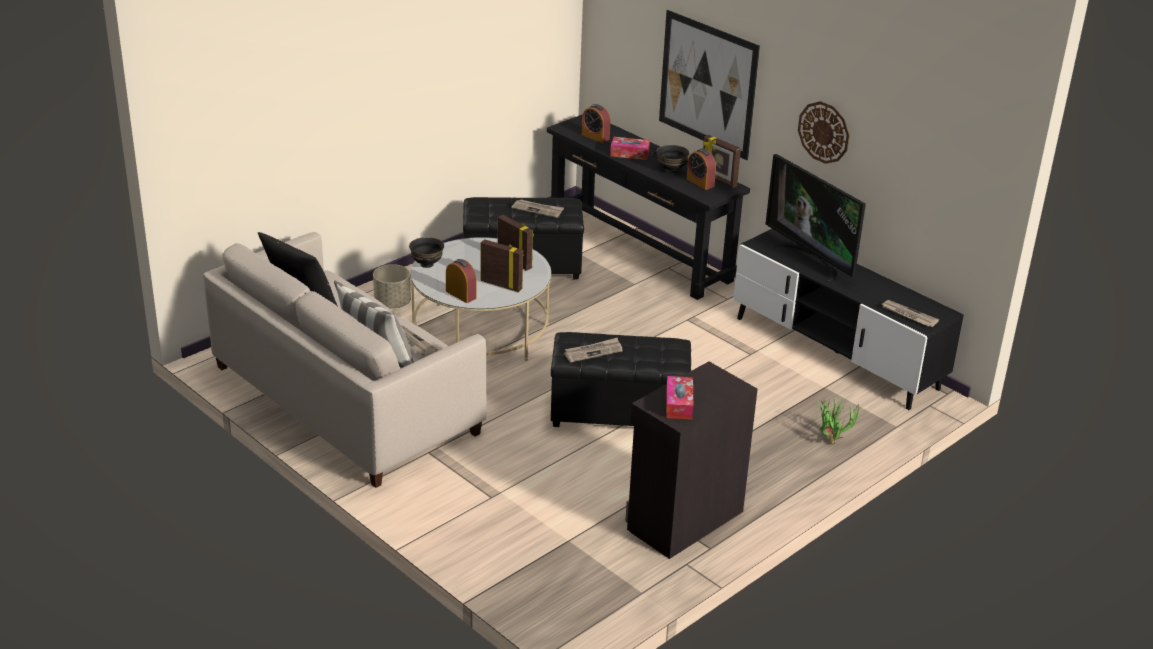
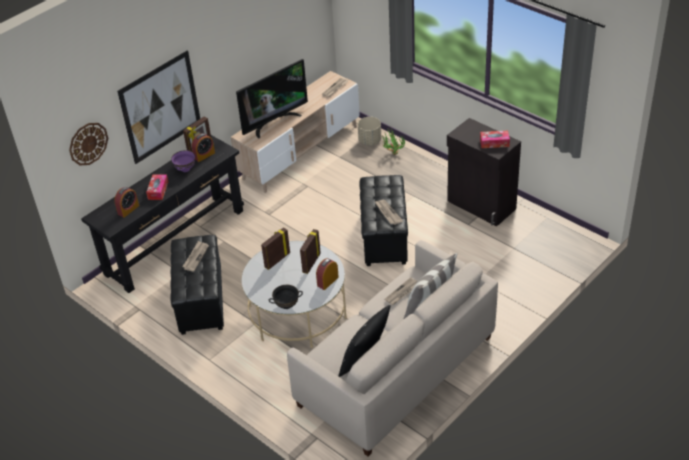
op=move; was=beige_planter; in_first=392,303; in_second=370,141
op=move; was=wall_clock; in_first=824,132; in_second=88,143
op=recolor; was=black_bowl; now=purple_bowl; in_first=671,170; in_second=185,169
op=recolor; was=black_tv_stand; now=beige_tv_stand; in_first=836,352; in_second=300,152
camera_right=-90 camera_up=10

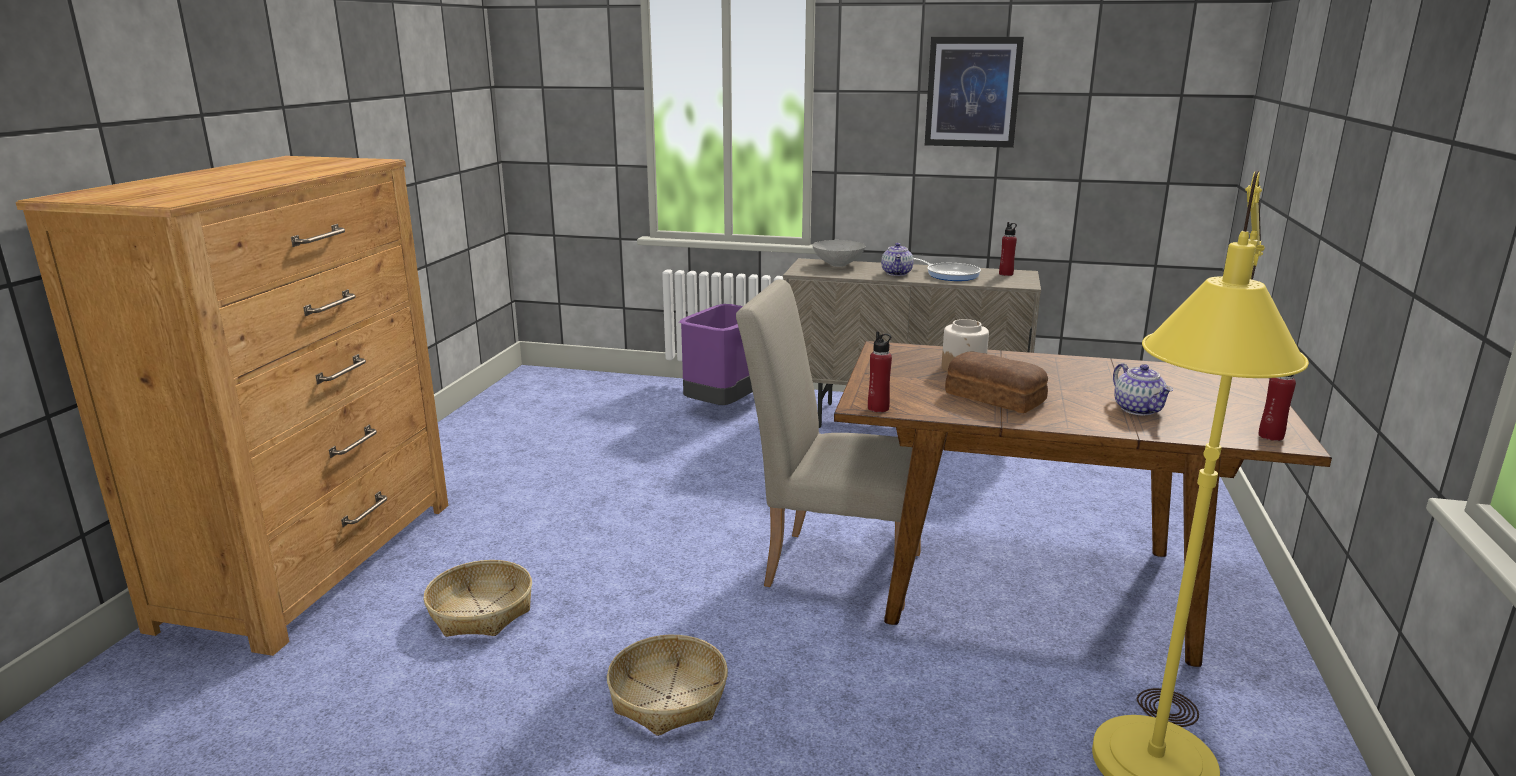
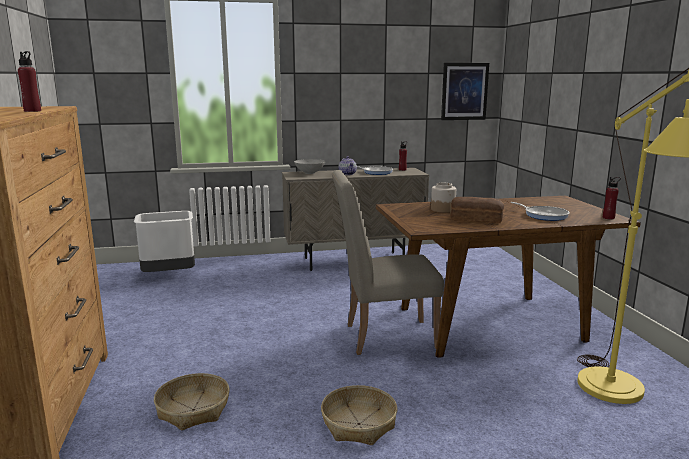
op=delete; was=purple_trash_can; in_first=724,406
op=insert; now=white_trash_can; in_second=168,276
op=move; was=red_bottle; in_first=878,408; in_second=32,111
op=move; was=picture; in_first=972,92; in_second=464,91
op=replace; was=teapot; now=frying_pan; in_first=1139,409; in_second=544,215
camera_right=-25 camera_up=-5

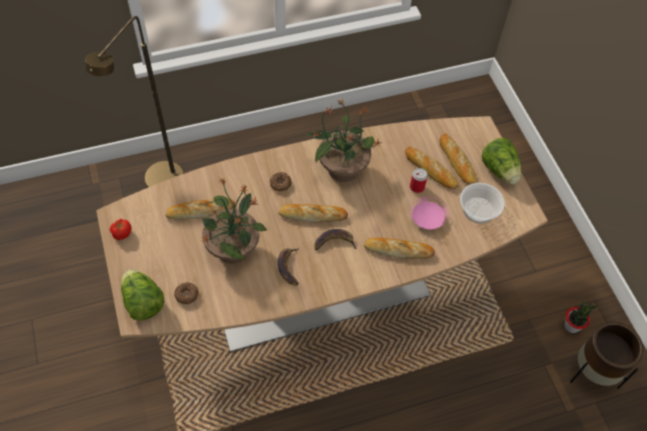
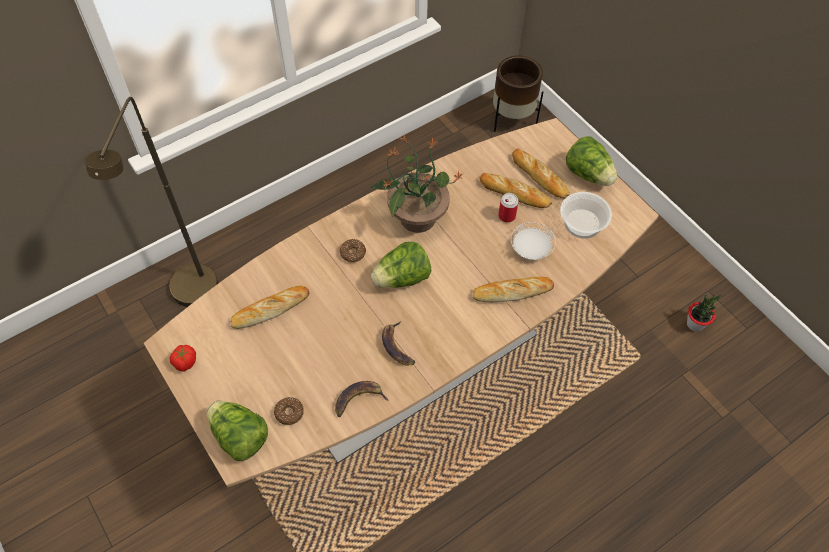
op=delete; was=potted_plant; in_first=233,248
op=move; was=banana; in_first=334,242; in_second=359,399
op=move; was=brown_planter; in_first=593,372; in_second=512,119
op=replace; was=bread; now=lettuce; in_first=312,215; in_second=402,278
op=recolor; was=pink_plate; now=white_plate; in_first=427,219; in_second=531,248
camera_right=-15 camera_up=0

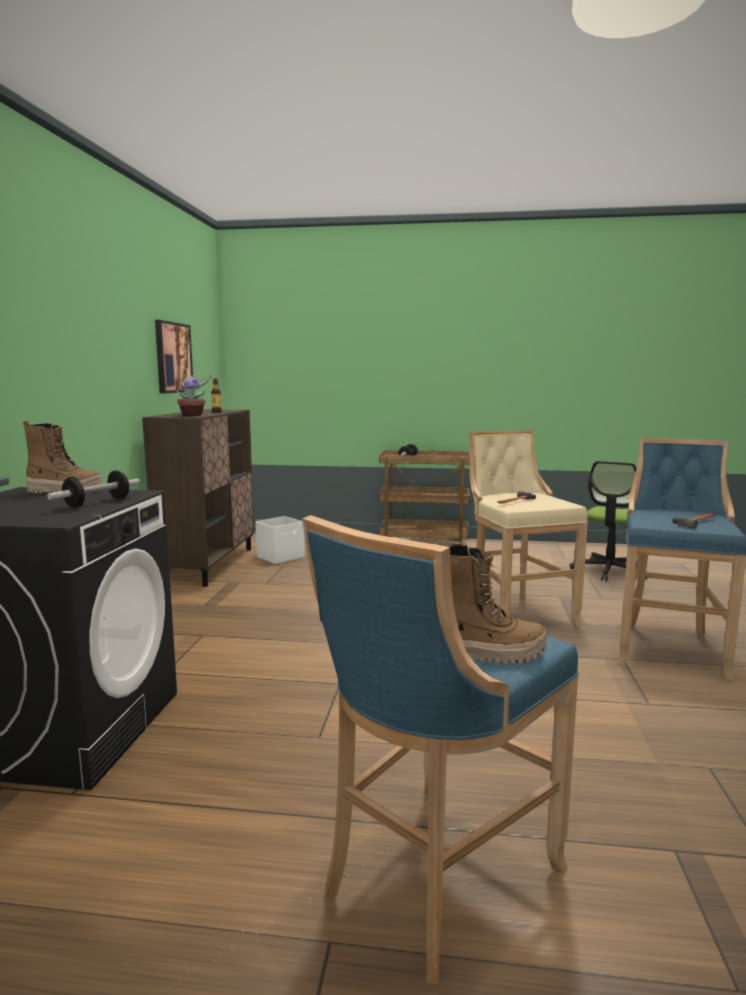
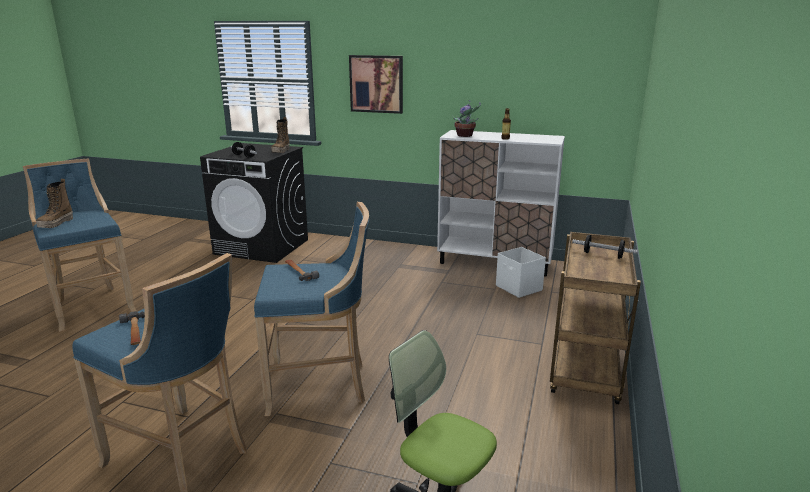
op=move; was=picture; in_first=173,357; in_second=376,84
op=recolor; was=brown_cabinet; now=white_cabinet; in_first=209,565; in_second=495,262
op=recolor; was=beige_stool; now=blue_stool; in_first=516,613; in_second=320,386
camera_right=100 camera_up=10

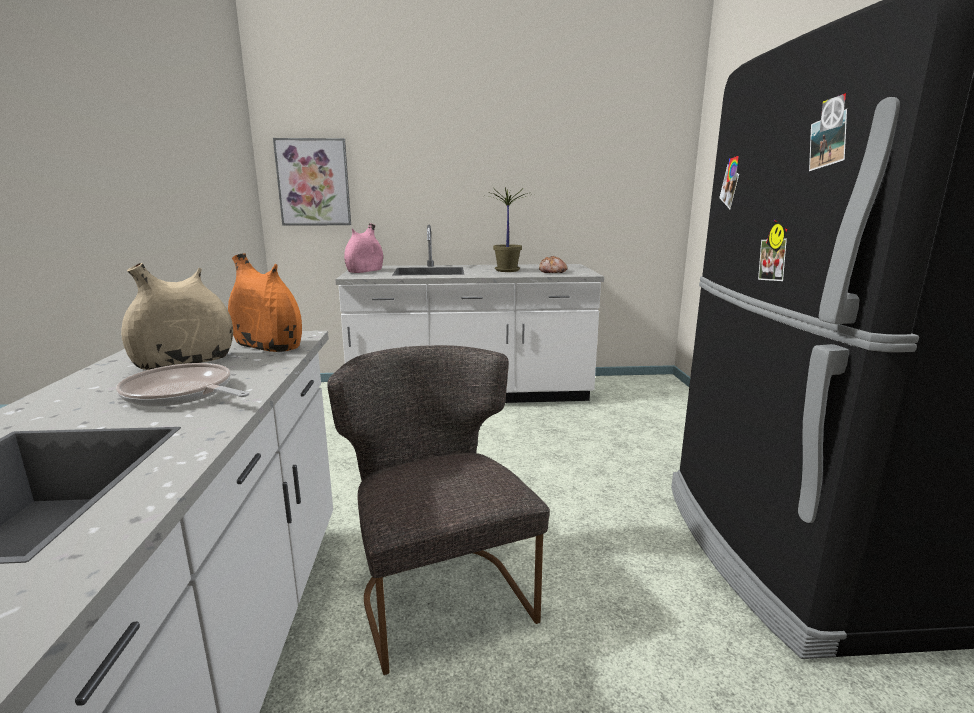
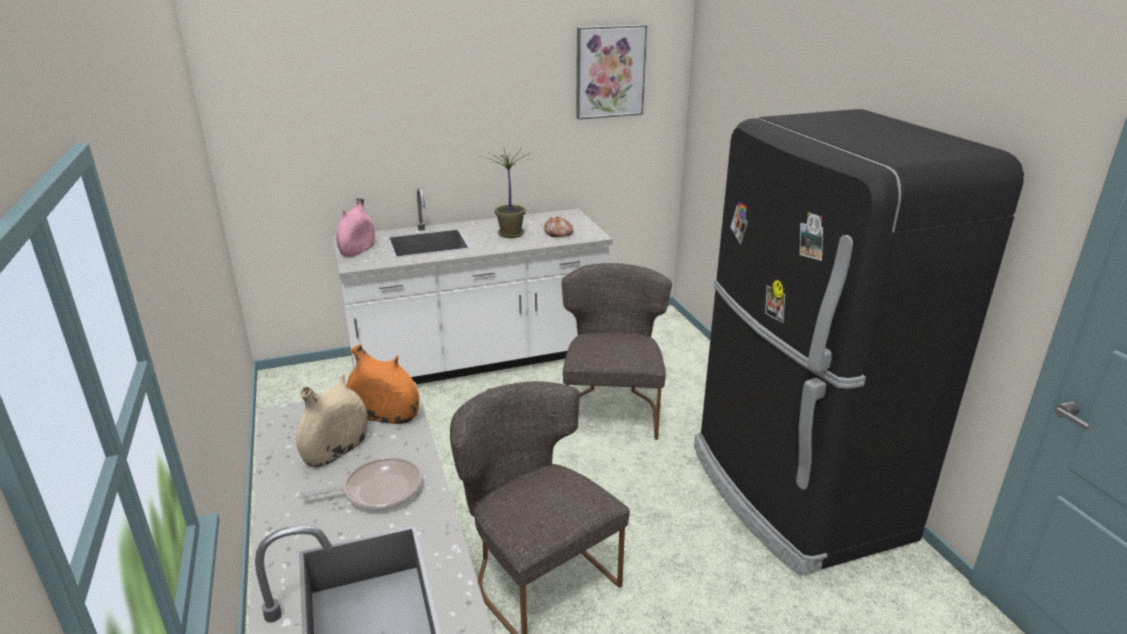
op=insert; now=grey_chair; in_second=612,410
op=move; was=picture; in_first=313,182; in_second=610,72
op=rotate; was=frying_pan; in_first=182,394; in_second=378,490; clockwise=150
camera_right=-15 camera_up=10

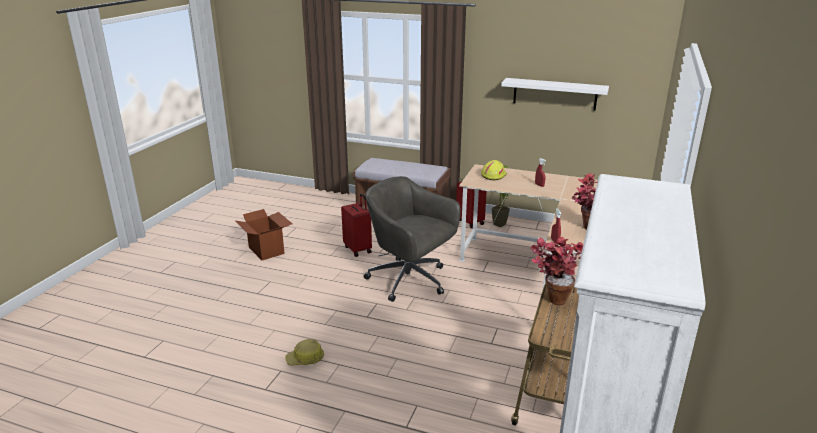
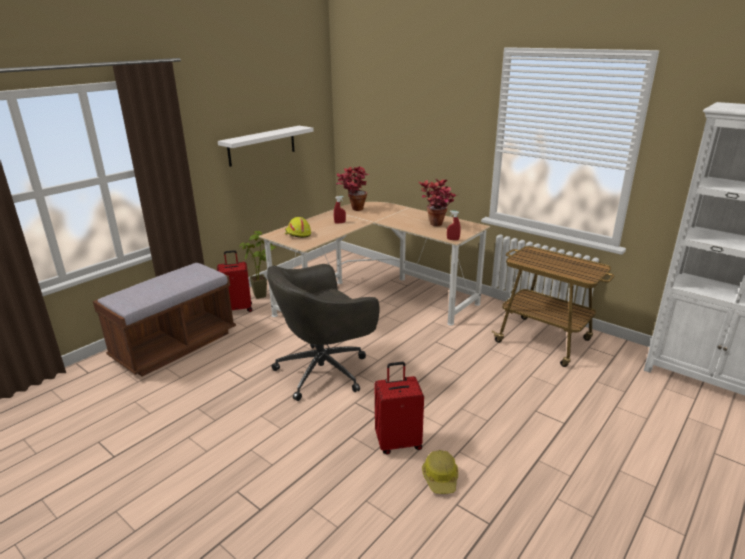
op=delete; was=cardboard_box; in_first=267,250
op=move; was=red_suitcase; in_first=358,249; in_second=398,442
op=move; was=potted_plant; in_first=552,297; in_second=353,209
camera_right=-70 camera_up=0

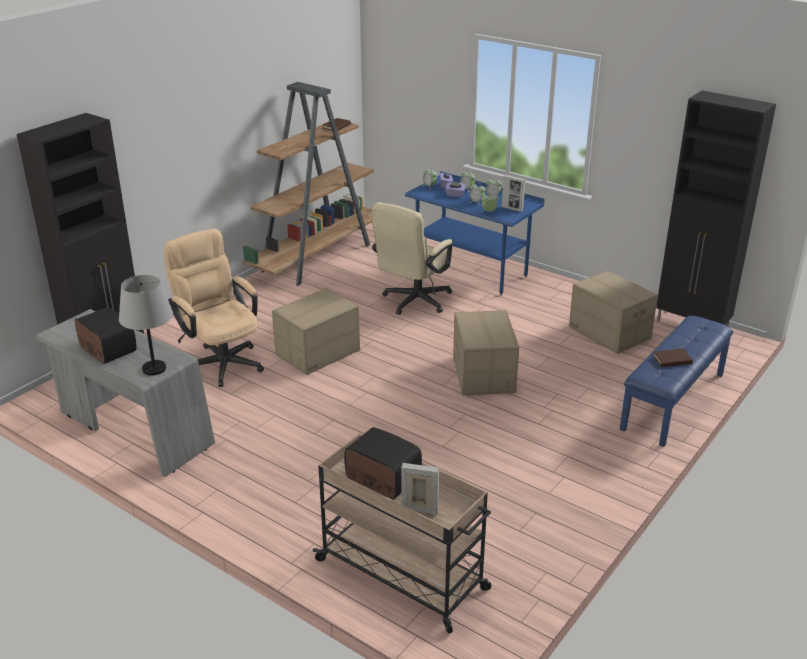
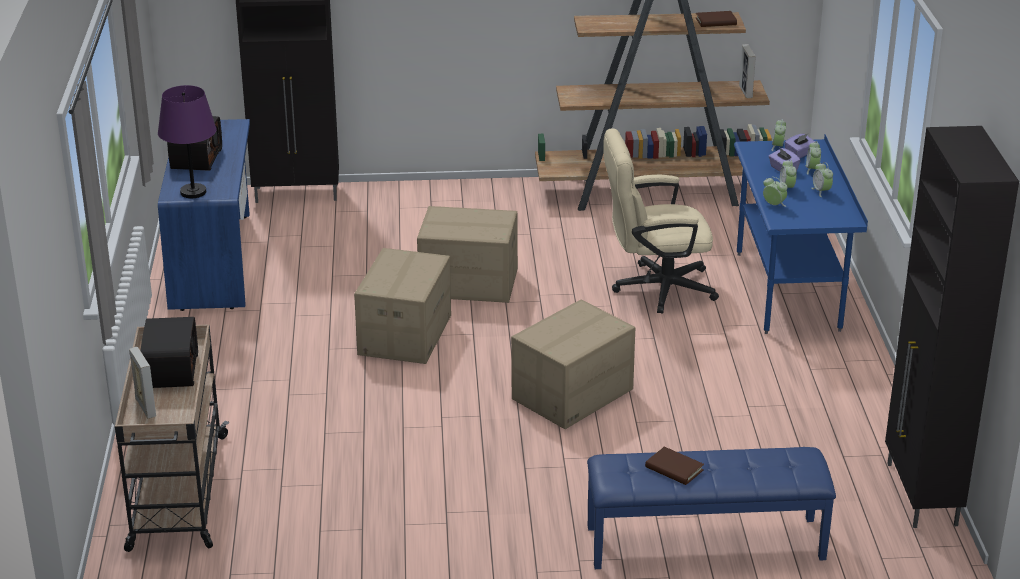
op=delete; was=beige_office_chair; in_first=221,360
op=move; was=picture_frame; in_first=512,209; in_second=745,92
op=move; was=cardboard_box; in_first=608,333; in_second=404,335
op=recolor; was=grey_desk; now=blue_desk; in_first=133,430; in_second=214,260
op=recolor; was=grey_table_lamp; now=purple_table_lamp; in_first=154,369; in_second=193,192
camera_right=50 camera_up=0

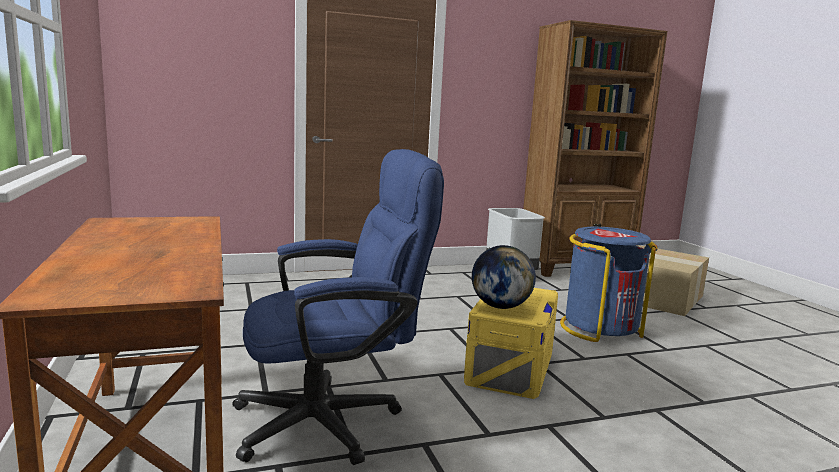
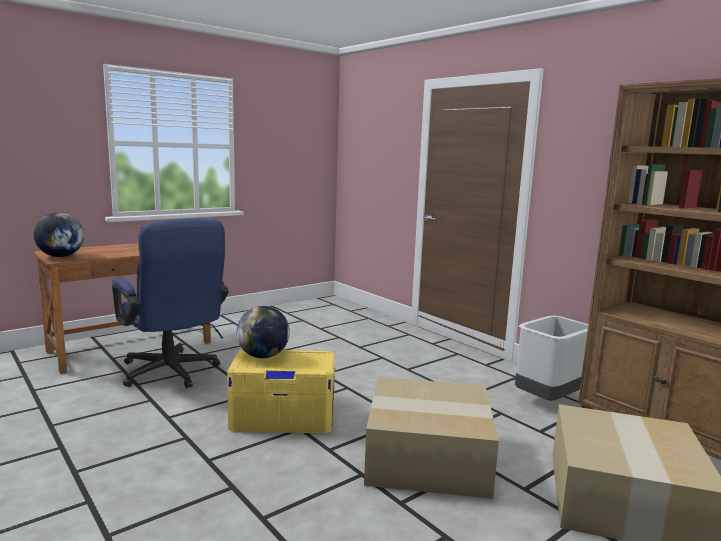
op=insert; now=globe; in_second=60,256
op=replace; was=blue_trash_can; now=cardboard_box; in_first=599,328; in_second=425,458
camera_right=70 camera_up=0

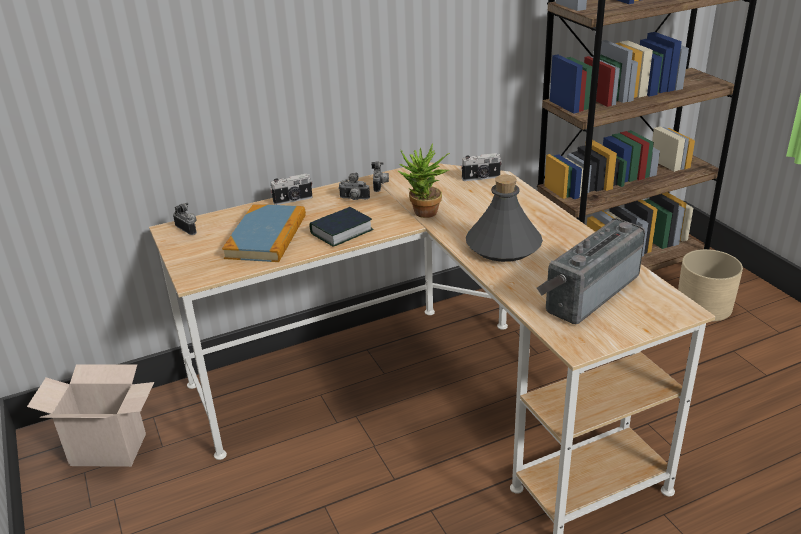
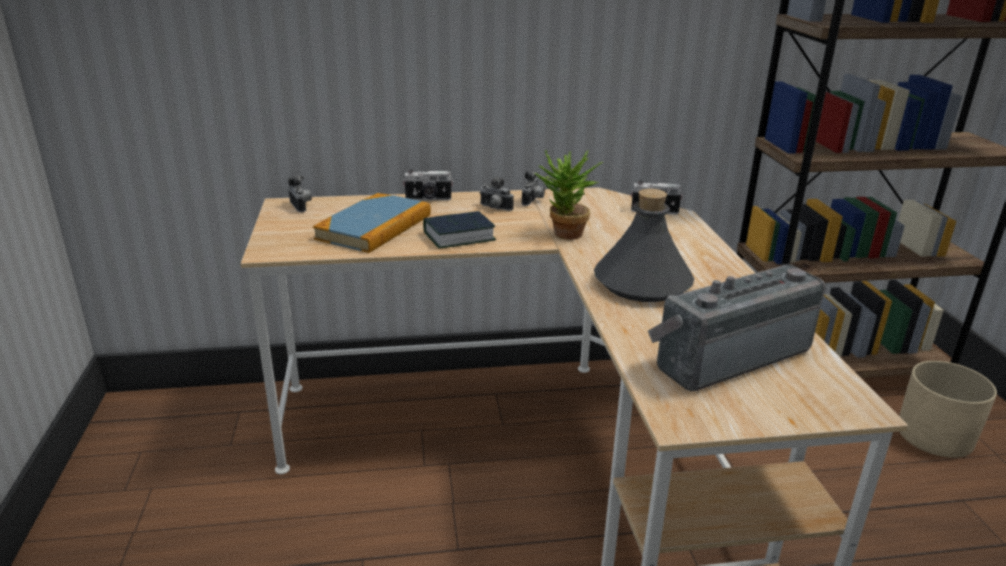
op=delete; was=cardboard_box; in_first=111,448
camera_right=15 camera_up=-5

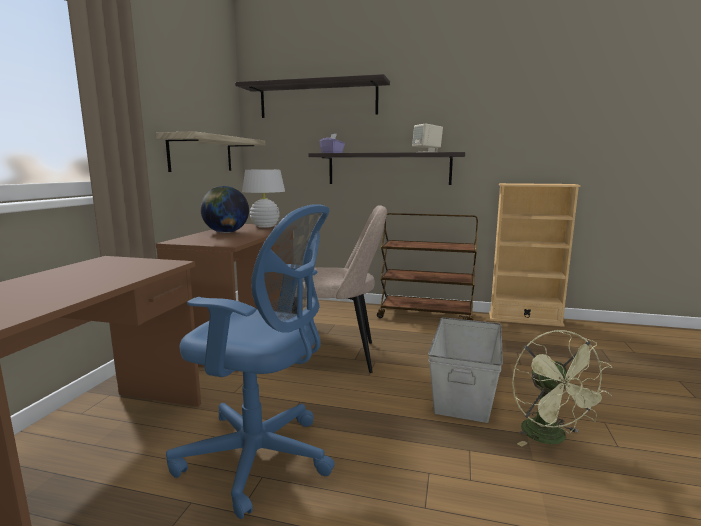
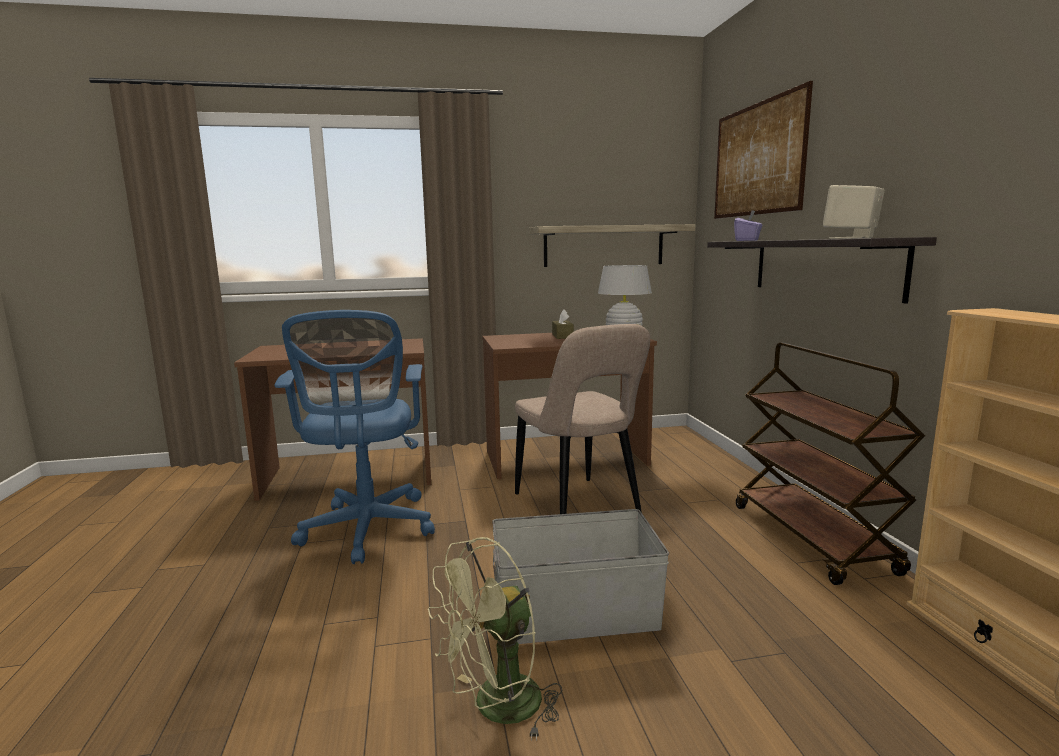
op=replace; was=globe; now=brown_tissue_box; in_first=226,232; in_second=562,336
op=replace; was=shelf; now=picture; in_first=318,100; in_second=757,159
camera_right=65 camera_up=0

